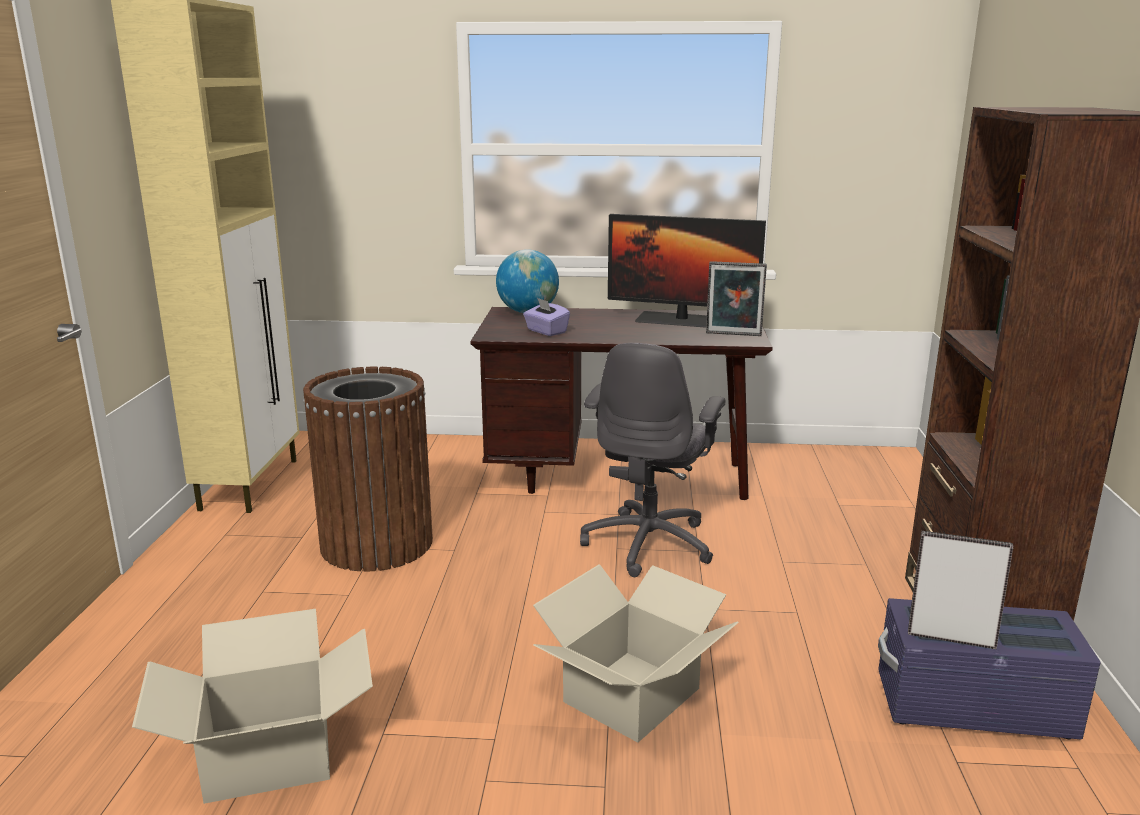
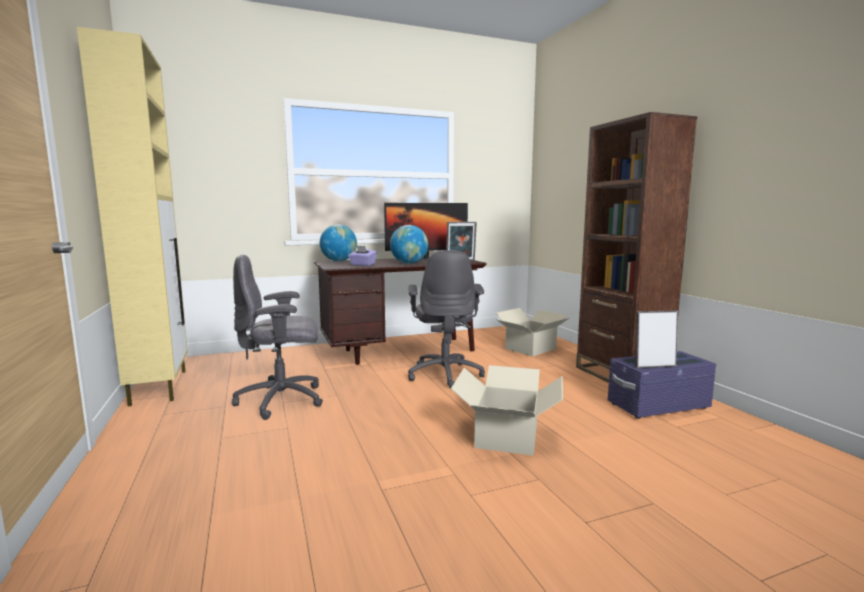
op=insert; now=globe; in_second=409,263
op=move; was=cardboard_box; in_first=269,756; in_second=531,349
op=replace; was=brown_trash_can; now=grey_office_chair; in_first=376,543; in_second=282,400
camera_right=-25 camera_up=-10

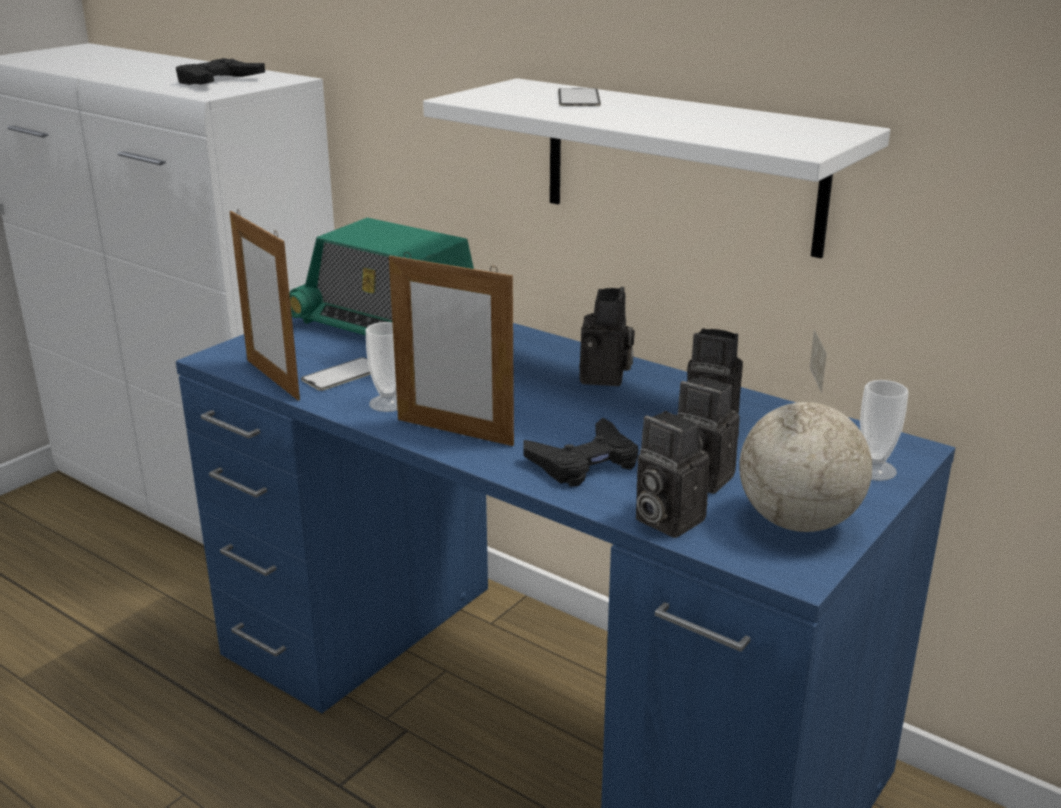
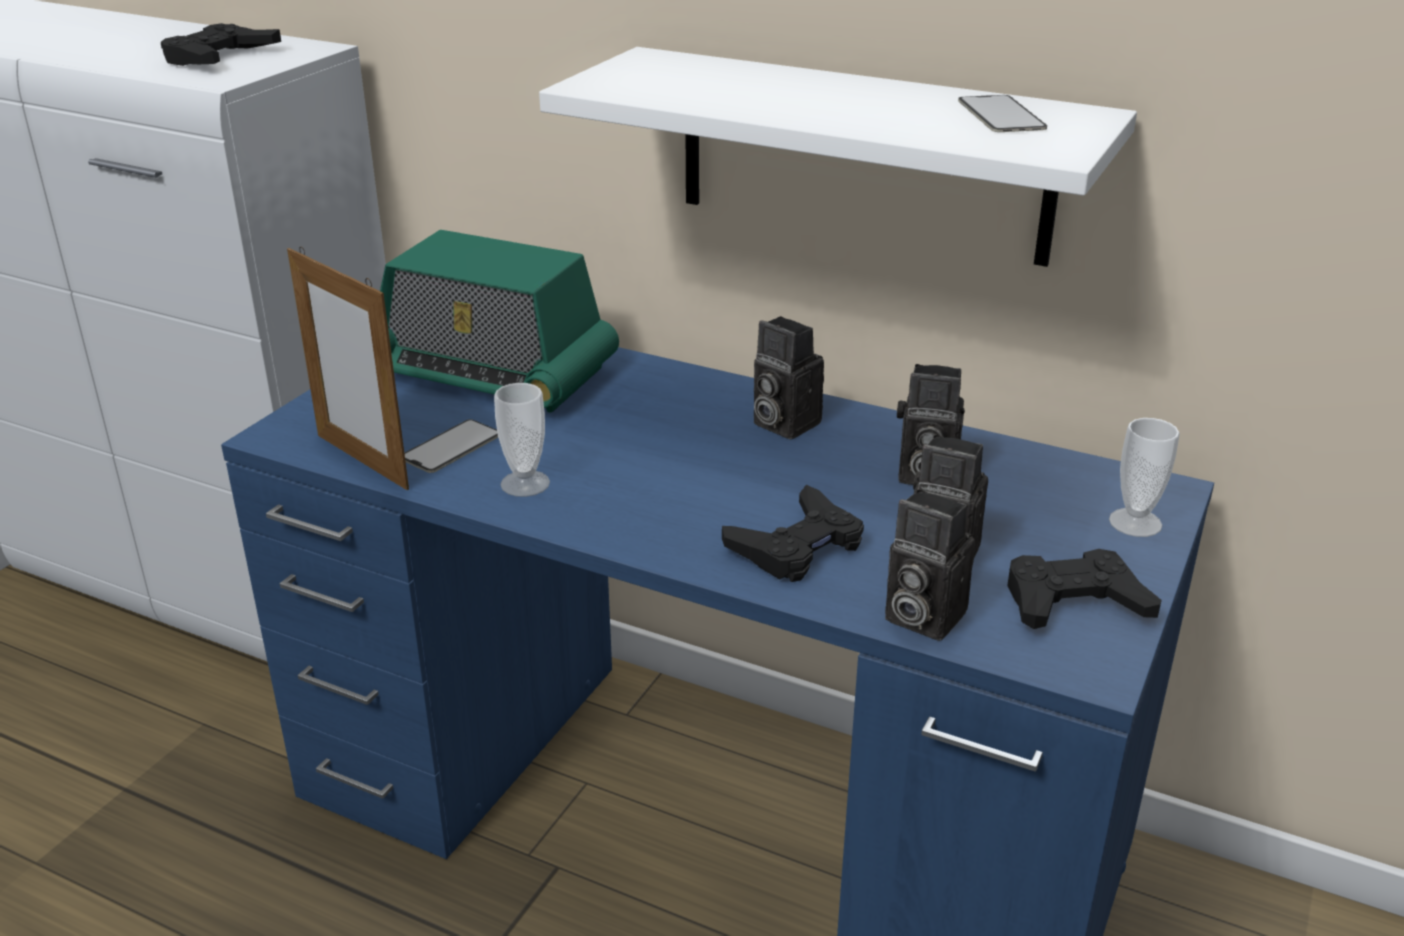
op=delete; was=picture_frame; in_first=454,432
op=move; was=phone; in_first=578,98; in_second=1001,115
op=replace; was=globe; now=black_game_controller; in_first=799,521; in_second=1074,602
op=rotate; was=photo_camera; in_first=605,378; in_second=781,423; clockwise=135
camera_right=-10 camera_up=5

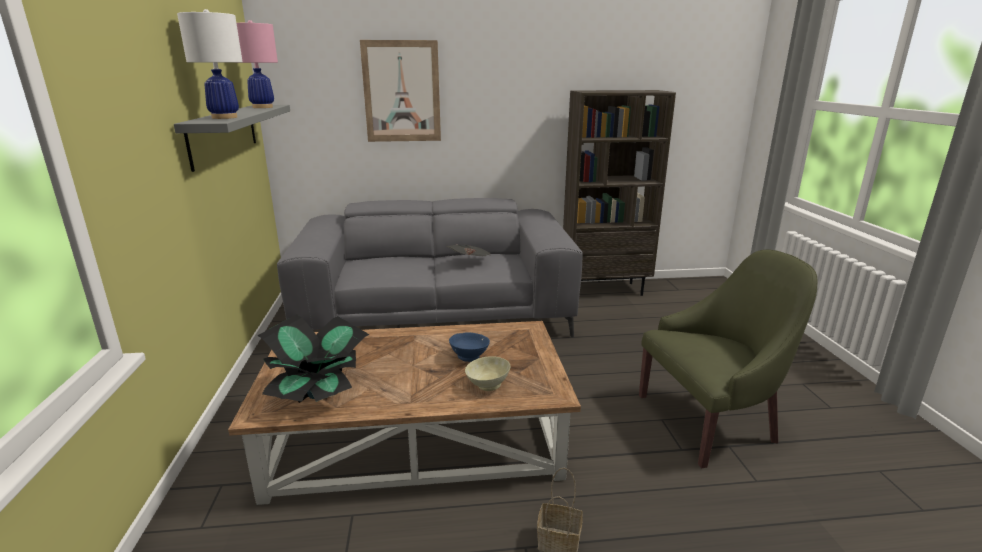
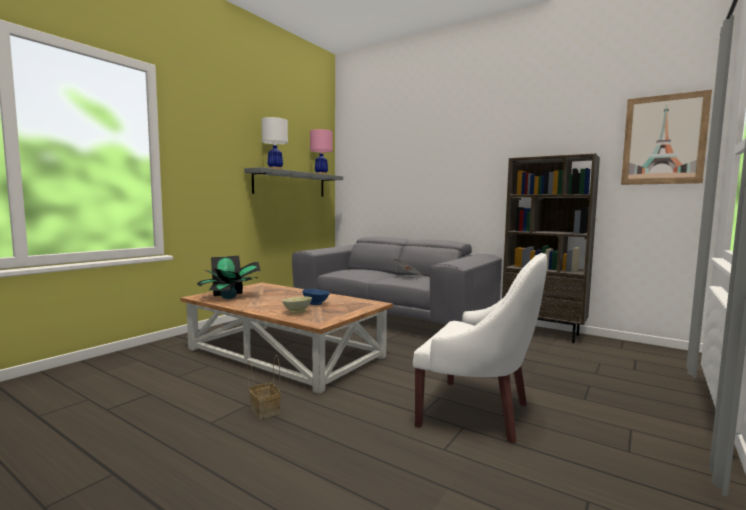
op=move; was=picture; in_first=402,92; in_second=663,140
op=recolor; was=green_armchair; now=white_armchair; in_first=710,421; in_second=477,412
camera_right=40 camera_up=-15

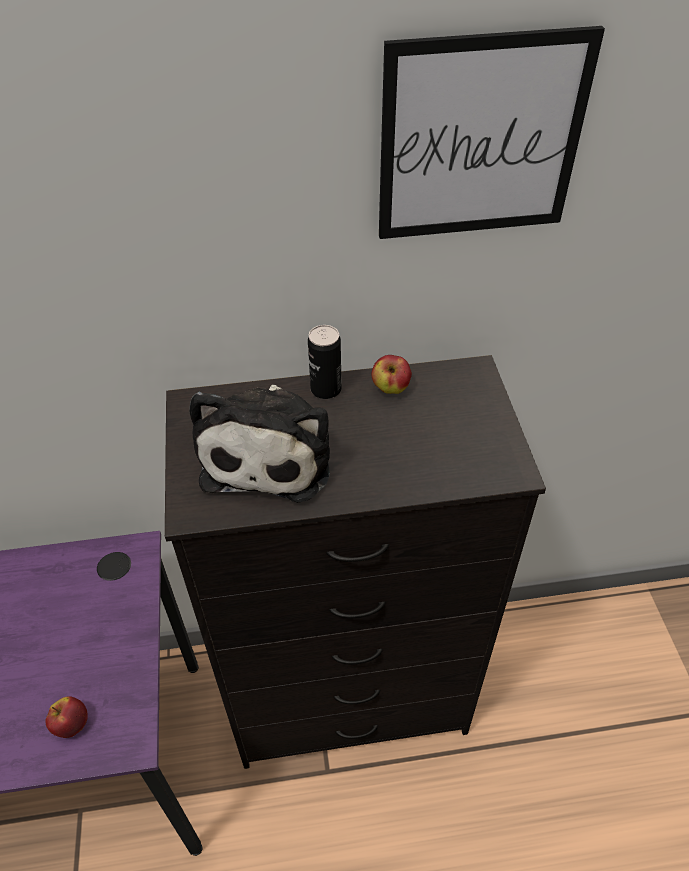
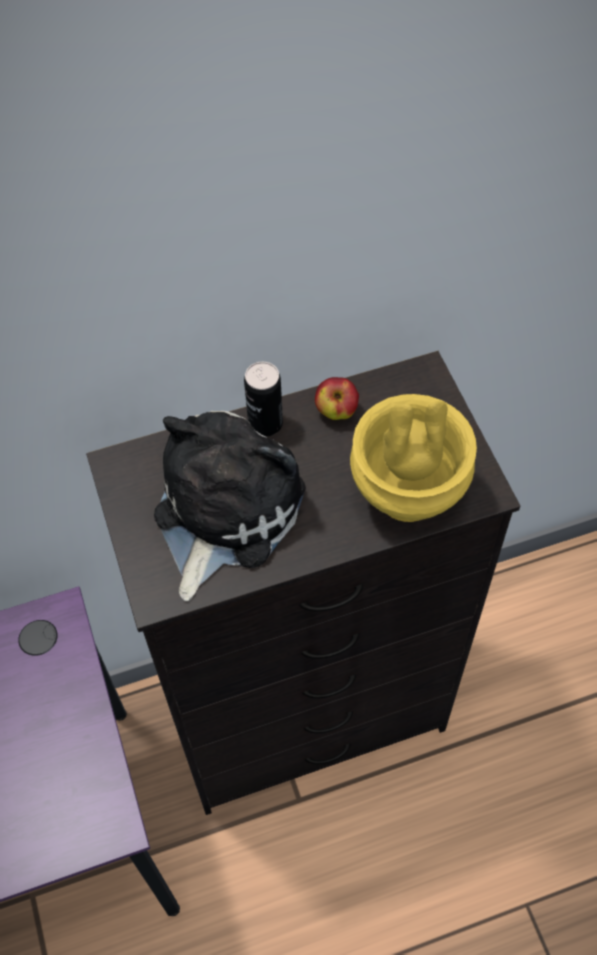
op=delete; was=apple; in_first=72,724
op=delete; was=picture; in_first=480,139
op=insert; now=yellow_vase; in_second=406,497
op=rotate; was=plush_toy; in_first=270,452; in_second=223,511; clockwise=-150
camera_right=-10 camera_up=10

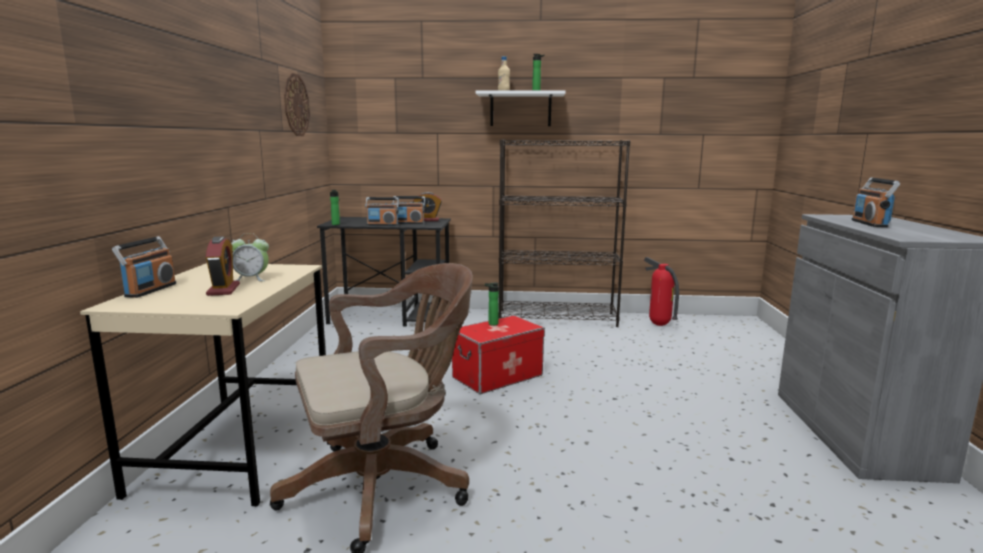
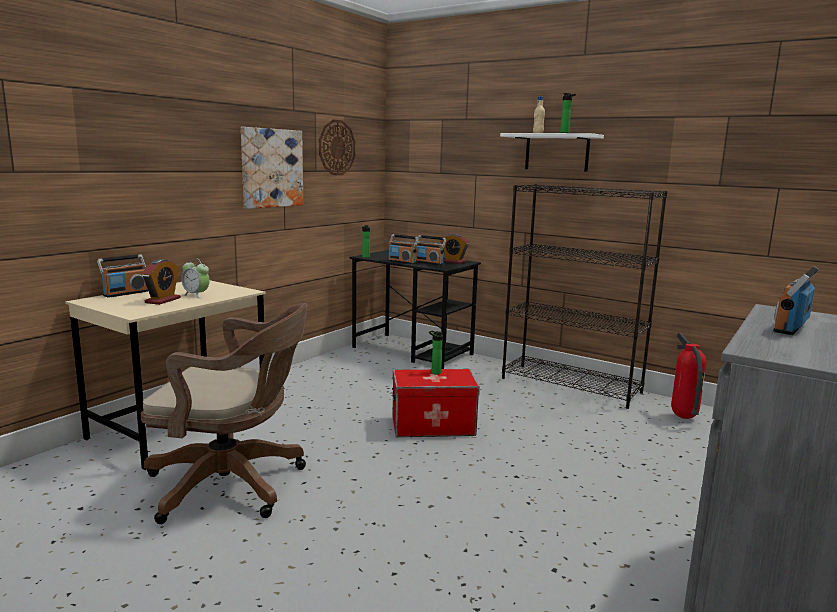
op=insert; now=picture; in_second=271,168
camera_right=30 camera_up=0

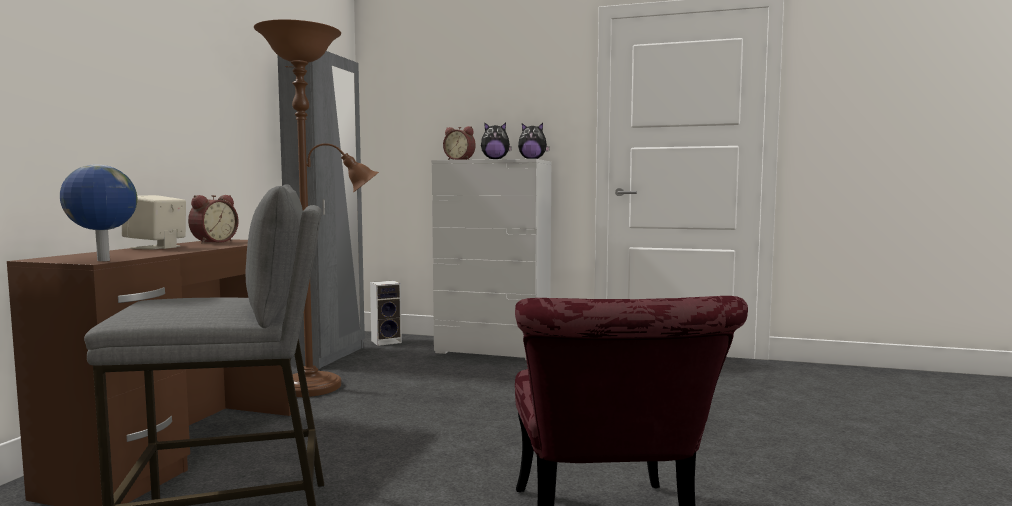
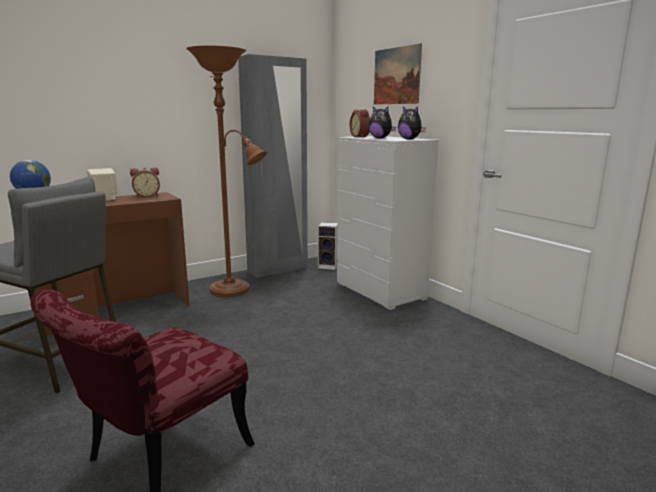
op=insert; now=picture; in_second=396,76
camera_right=40 camera_up=10

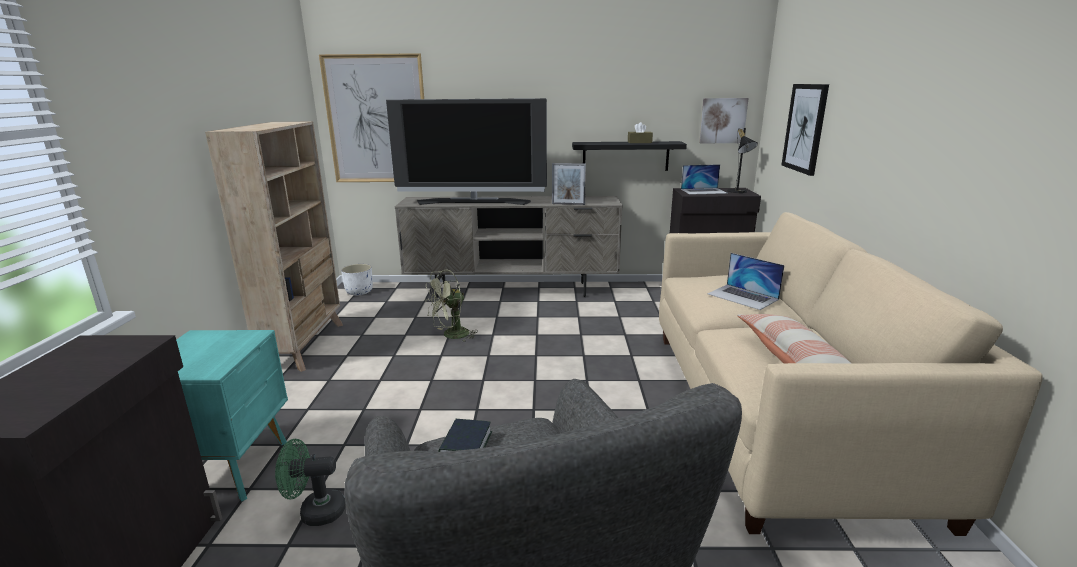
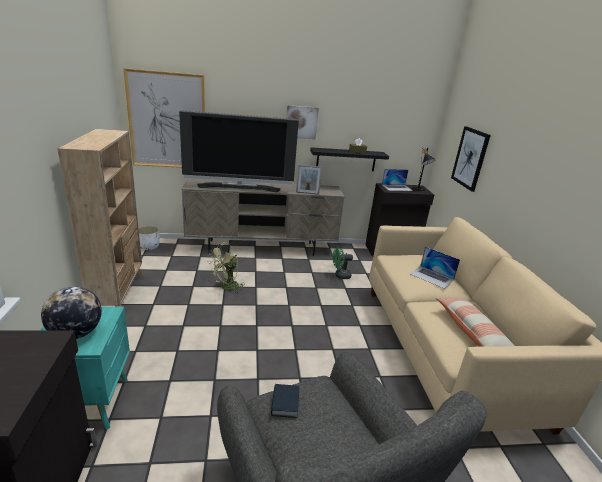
op=insert; now=globe; in_second=76,333
op=move; was=green_fan; in_first=315,512; in_second=340,275
op=move; was=picture; in_first=722,120; in_second=301,122
camera_right=-10 camera_up=5

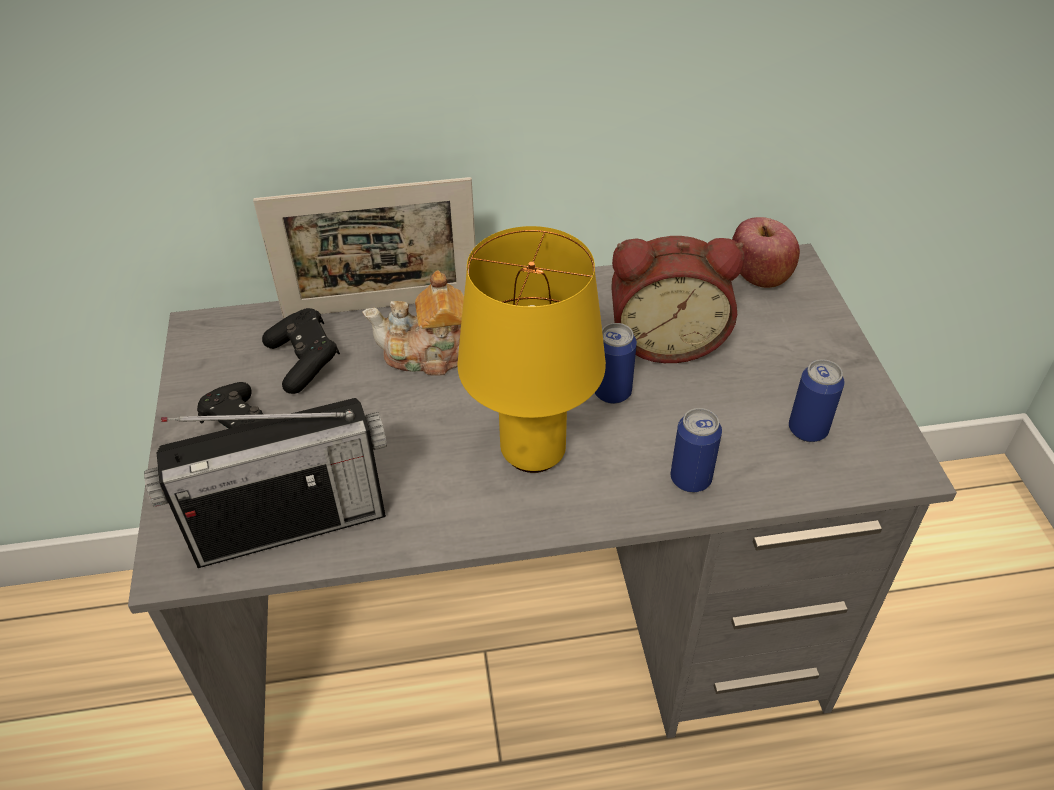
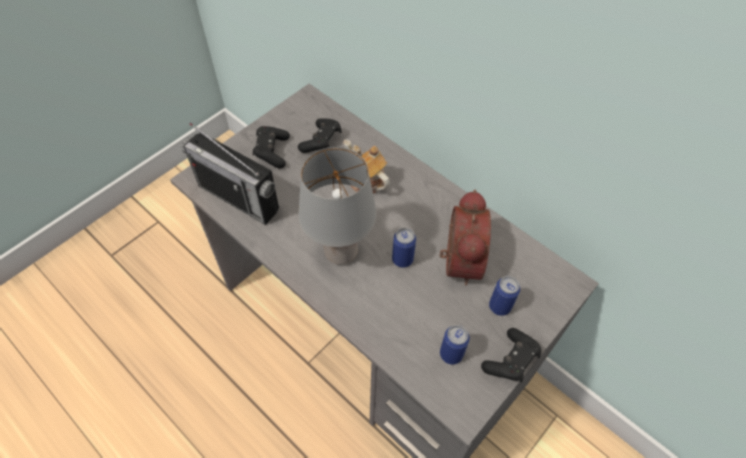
op=delete; was=picture_frame; in_first=381,306
op=delete; was=apple; in_first=759,276
op=insert; now=black_game_controller; in_second=510,361
op=move; was=can; in_first=690,479; in_second=499,306
op=recolor; was=yellow_table_lamp; now=grey_table_lamp; in_first=534,452; in_second=341,253
op=rotate; was=alarm_clock; in_first=666,339; in_second=457,260; clockwise=-135
camera_right=50 camera_up=10

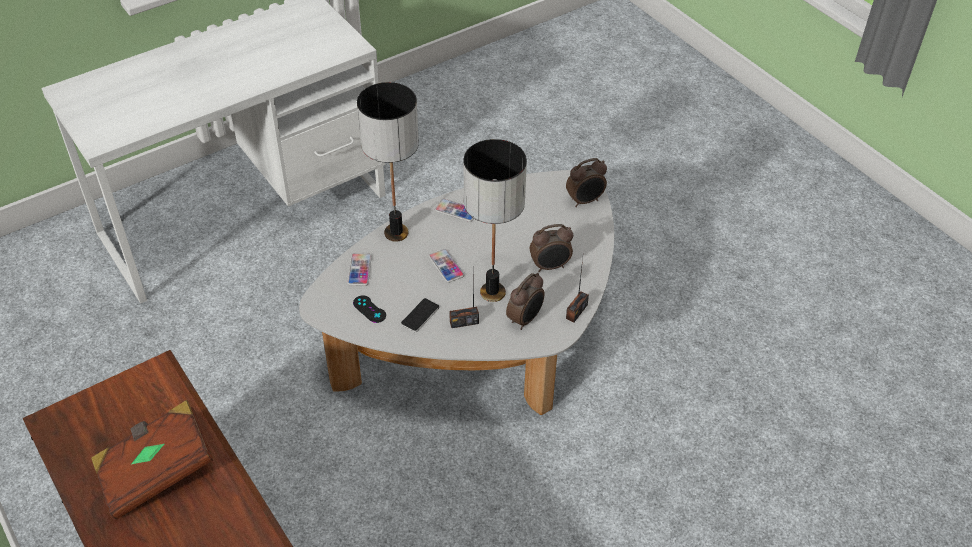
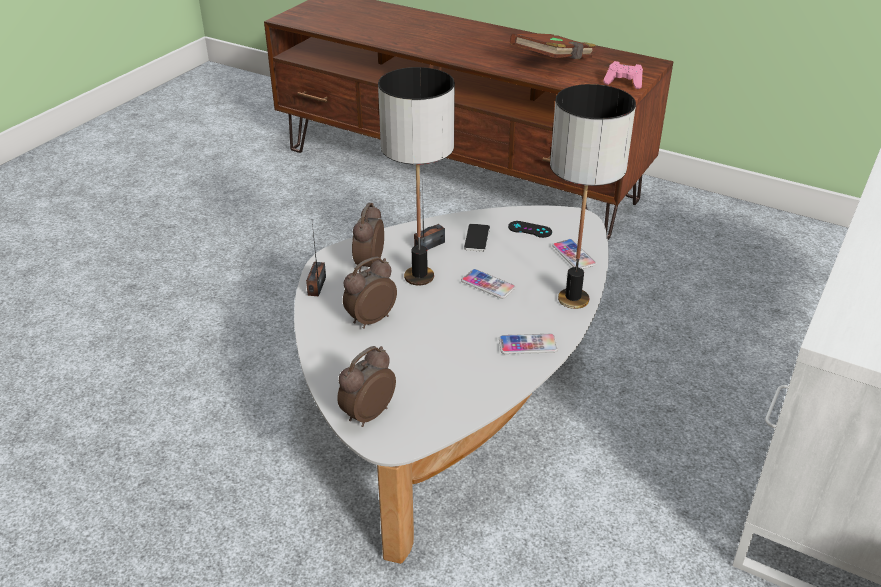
op=insert; now=pink_game_controller; in_second=624,83
camera_right=155 camera_up=-10

